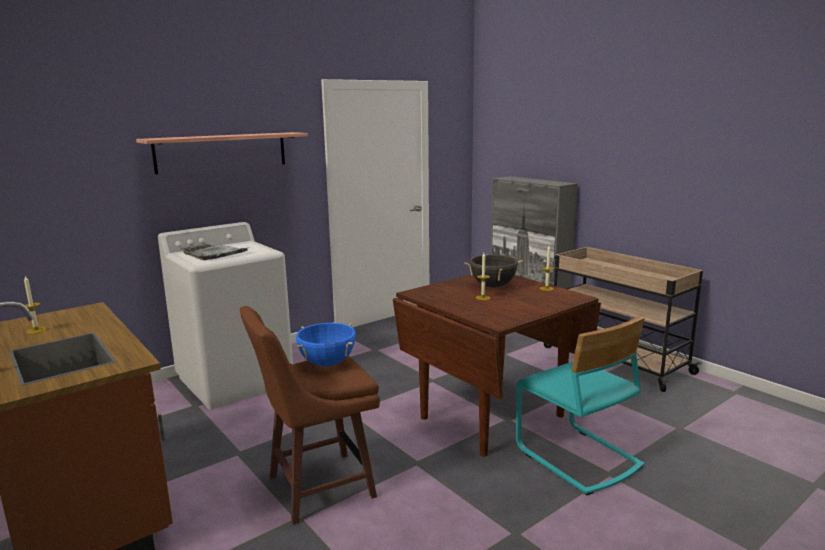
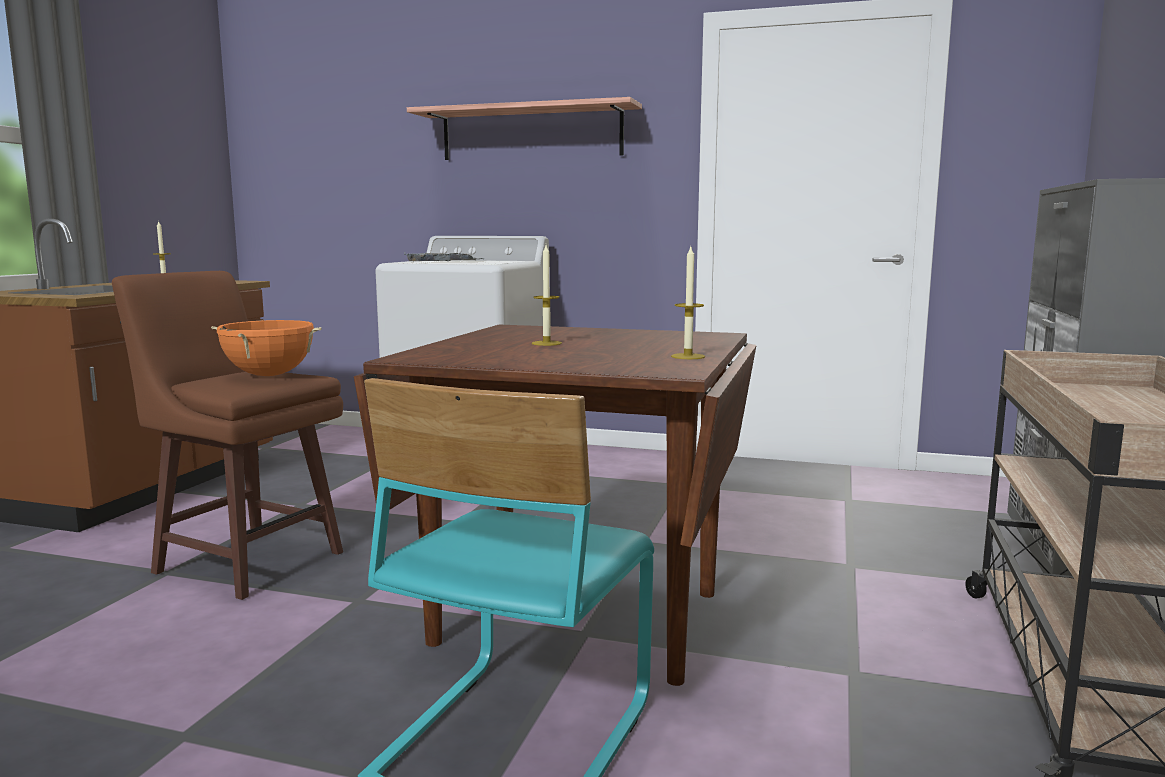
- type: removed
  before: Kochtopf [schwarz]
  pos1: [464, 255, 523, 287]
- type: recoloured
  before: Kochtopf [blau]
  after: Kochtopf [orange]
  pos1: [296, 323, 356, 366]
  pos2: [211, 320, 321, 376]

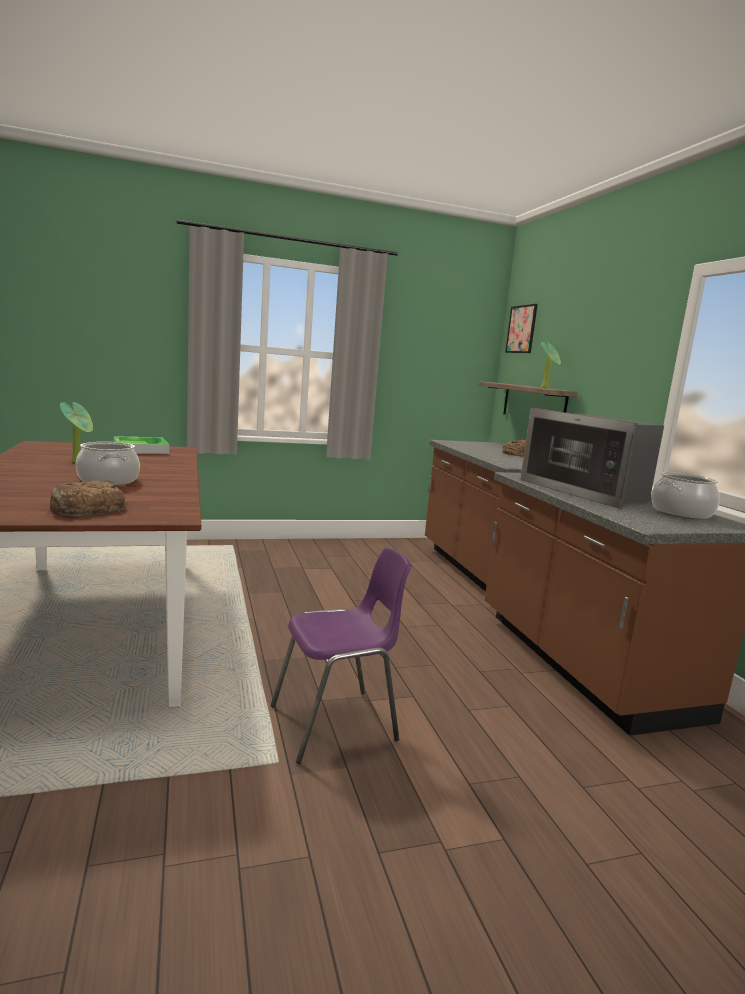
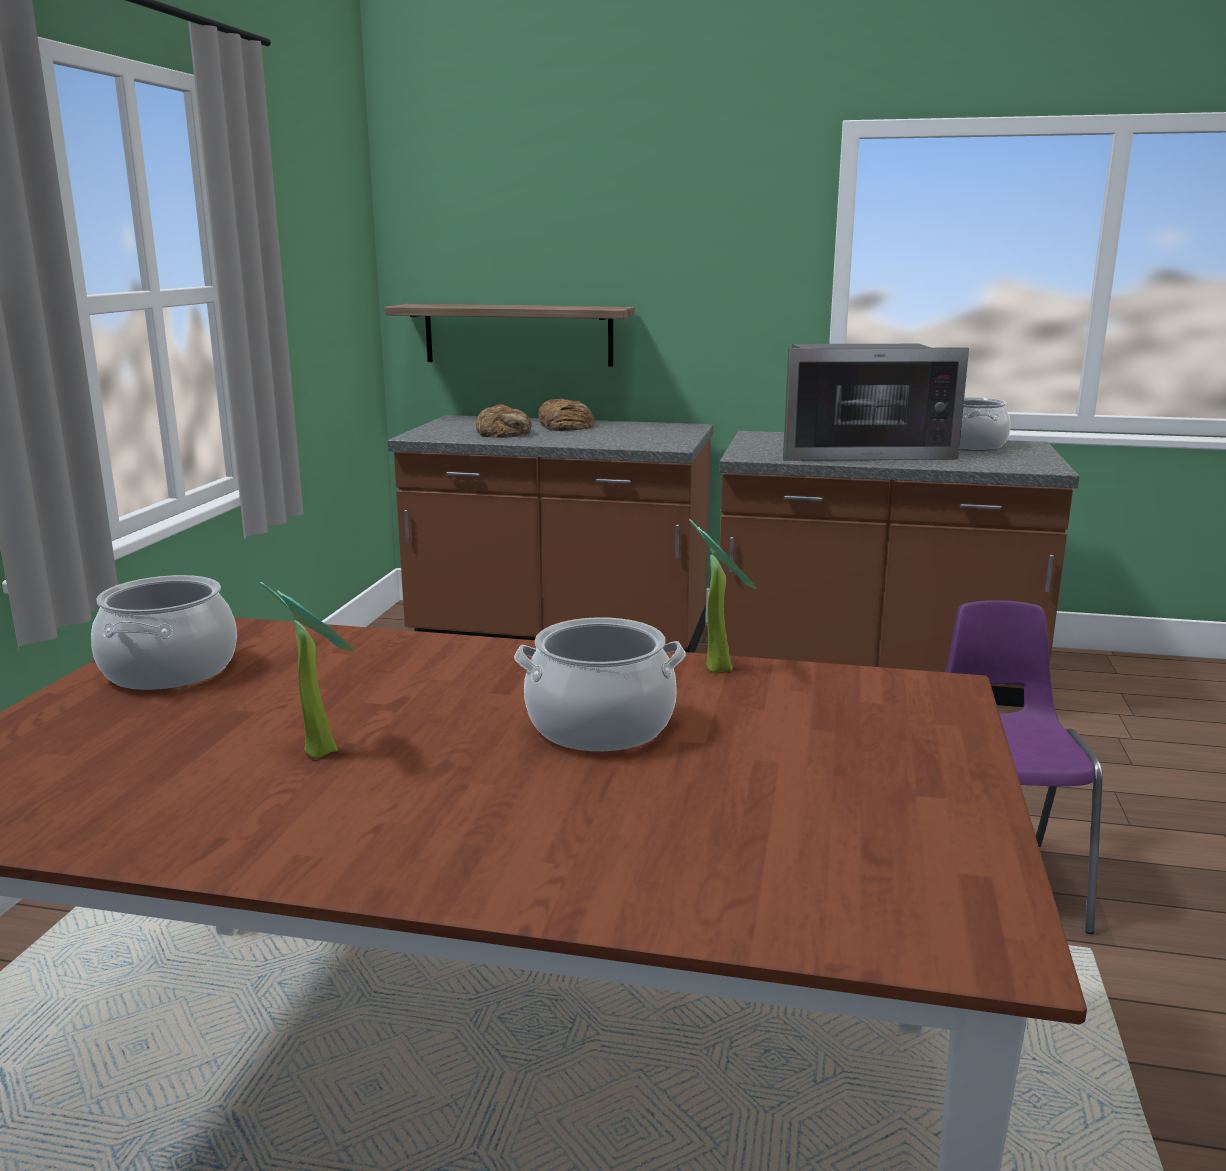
- type: removed
  before: Bild
  pos1: [505, 304, 538, 353]
- type: moved
  before: Topfpflanze
  pos1: [541, 342, 561, 389]
  pos2: [689, 519, 756, 673]
- type: replaced
  before: Tablett
  after: Kochtopf
  pos1: [114, 436, 169, 454]
  pos2: [91, 575, 237, 690]
- type: moved
  before: Brot
  pos1: [50, 480, 128, 516]
  pos2: [476, 404, 531, 438]

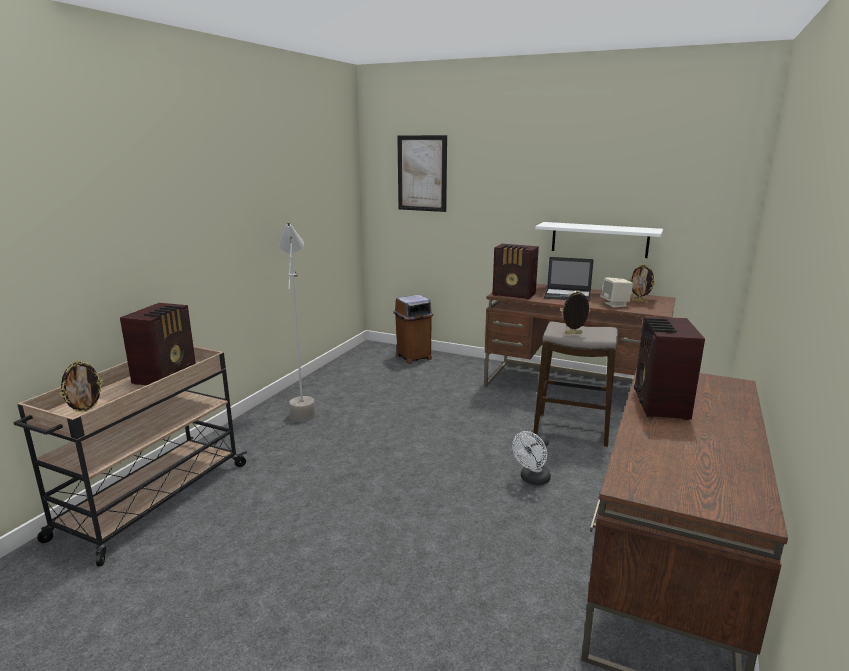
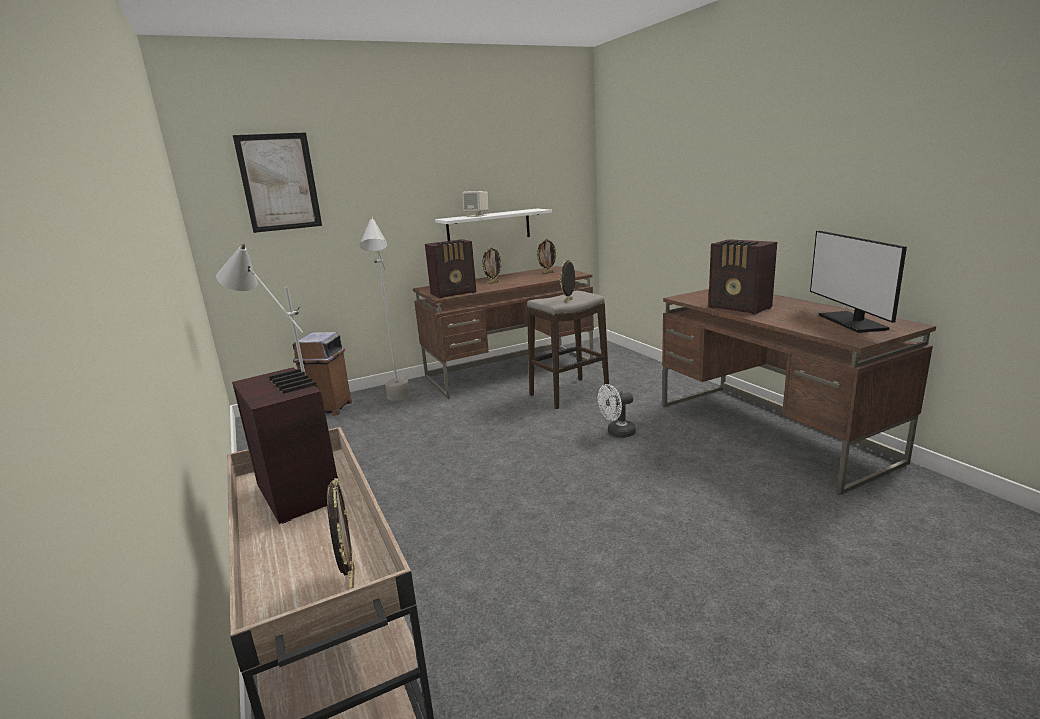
- type: replaced
  before: Laptop
  after: Bilderrahmen
  pos1: [544, 257, 594, 302]
  pos2: [482, 246, 503, 284]
- type: moved
  before: Lautsprecher [beige]
  pos1: [601, 278, 633, 308]
  pos2: [462, 191, 488, 217]
- type: turned
  before: Ventilator [weiß]
  pos1: [512, 431, 551, 485]
  pos2: [598, 384, 636, 438]
  turn: 75
- type: added
  after: Stehlampe [grau]
  pos2: [360, 216, 410, 401]
- type: added
  after: Monitor
  pos2: [810, 230, 907, 333]

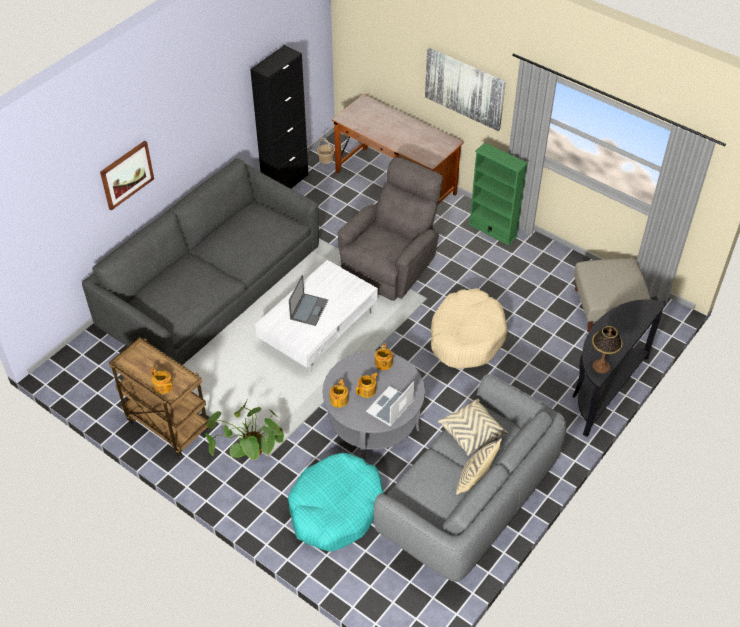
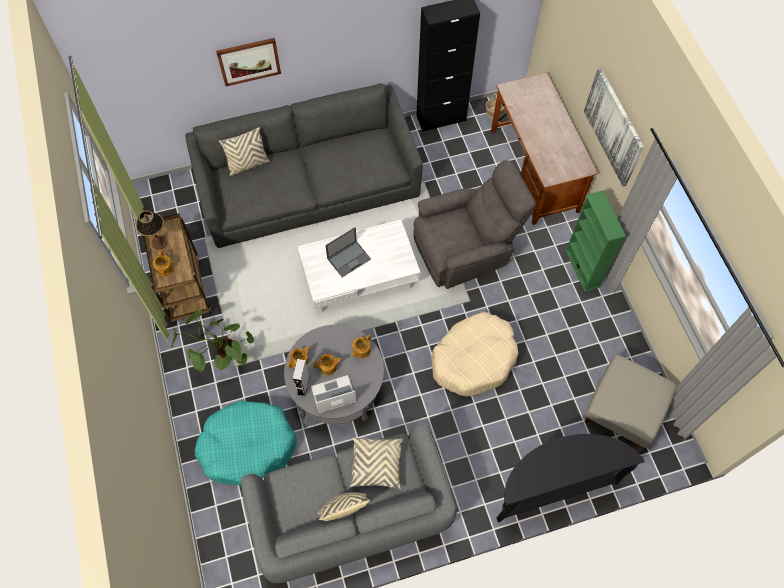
- type: moved
  before: Tischlampe
  pos1: [592, 326, 623, 373]
  pos2: [136, 210, 167, 250]
- type: added
  after: Kissen [beige]
  pos2: [219, 127, 270, 176]
- type: added
  after: Lautsprecher [grau]
  pos2: [293, 359, 310, 396]

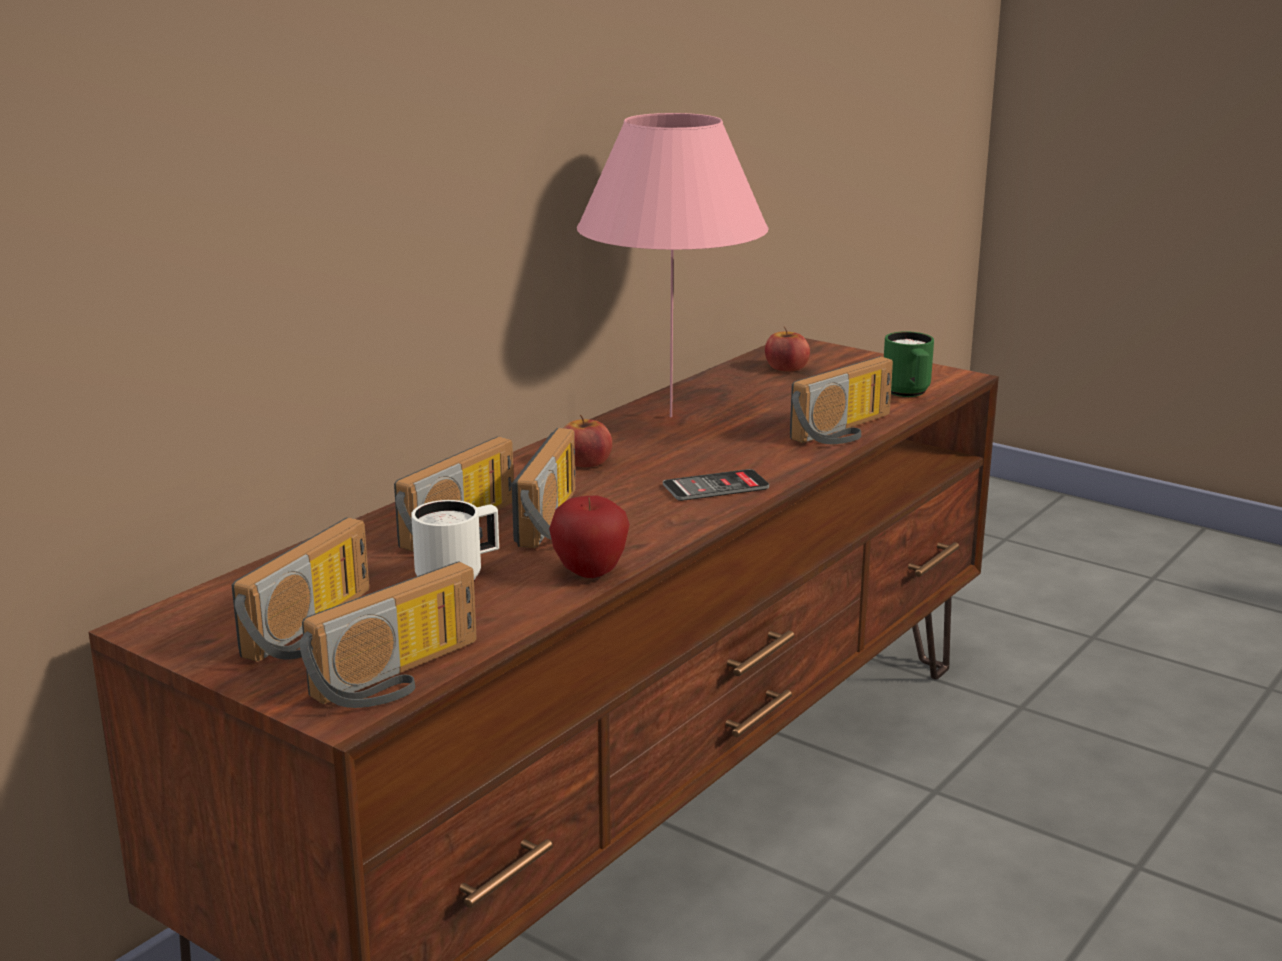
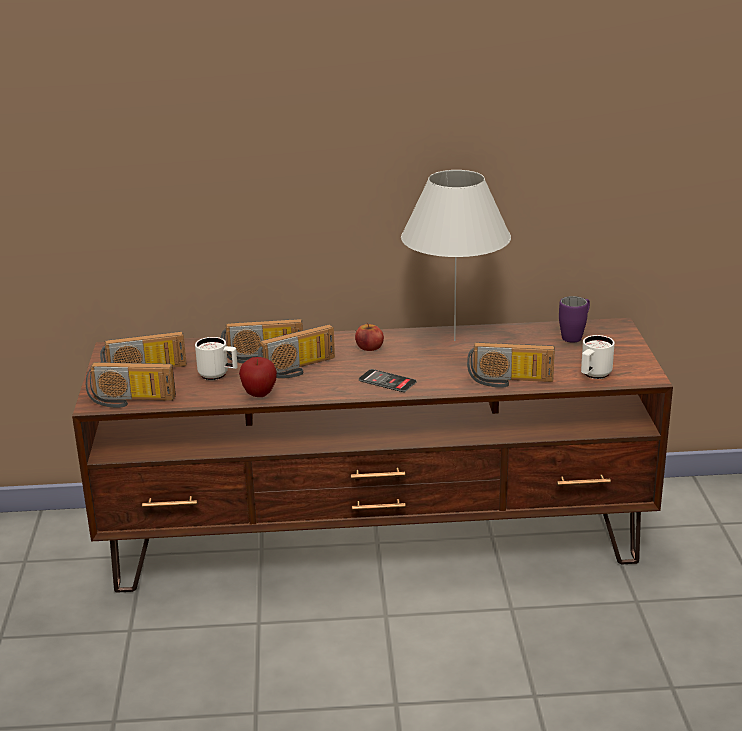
- type: recoloured
  before: Tischlampe [rosa]
  after: Tischlampe [weiß]
  pos1: [577, 113, 769, 417]
  pos2: [401, 170, 511, 341]
- type: replaced
  before: Apfel
  after: Henkelbecher [lila]
  pos1: [765, 326, 810, 371]
  pos2: [559, 296, 590, 343]
- type: recoloured
  before: Henkelbecher [grün]
  after: Henkelbecher [weiß]
  pos1: [884, 331, 934, 397]
  pos2: [581, 335, 615, 379]

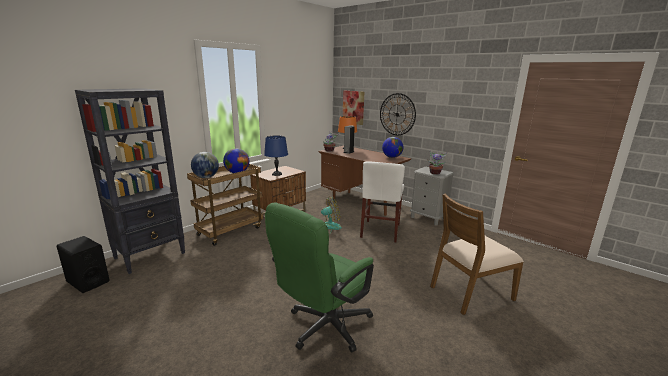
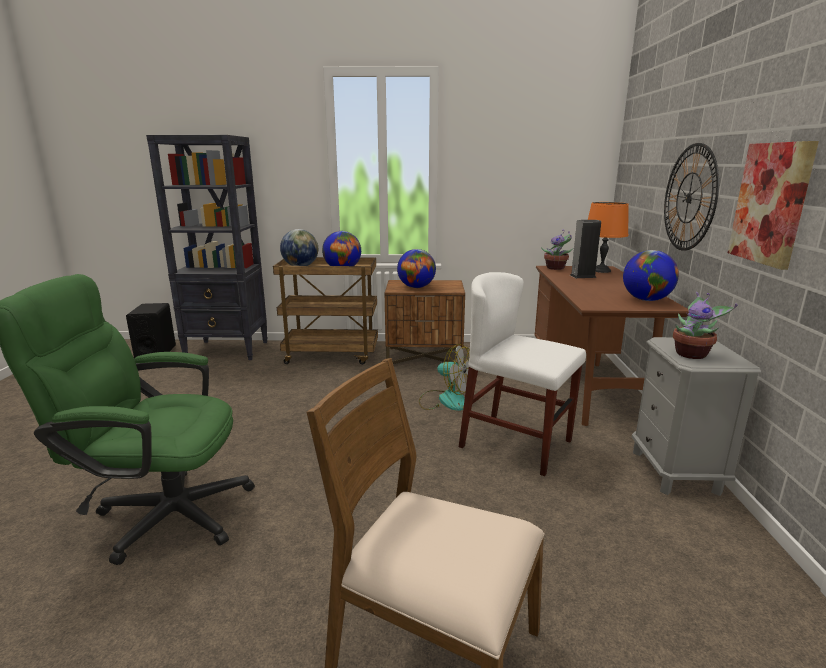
- type: moved
  before: Bild
  pos1: [343, 91, 364, 125]
  pos2: [728, 141, 819, 270]
- type: replaced
  before: Tischlampe [blau]
  after: Globus
  pos1: [264, 135, 288, 176]
  pos2: [397, 249, 436, 288]
- type: turned
  before: Stuhl [weiß]
  pos1: [360, 162, 405, 242]
  pos2: [459, 272, 586, 476]
  turn: 60

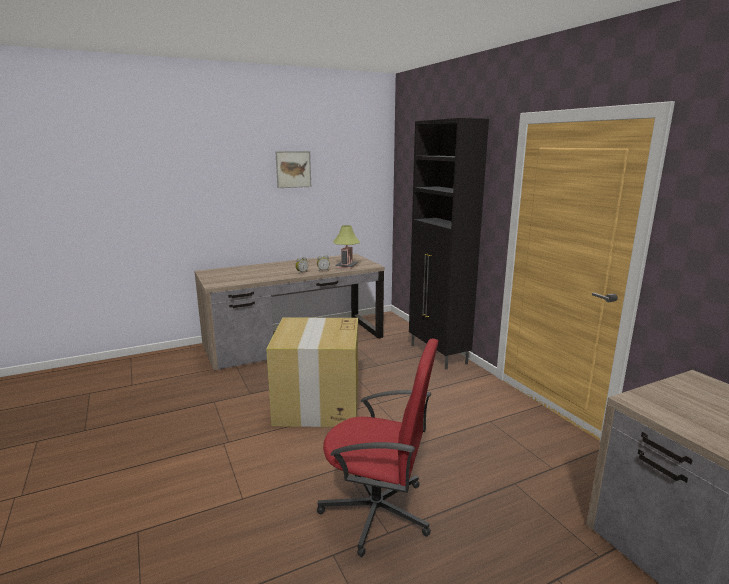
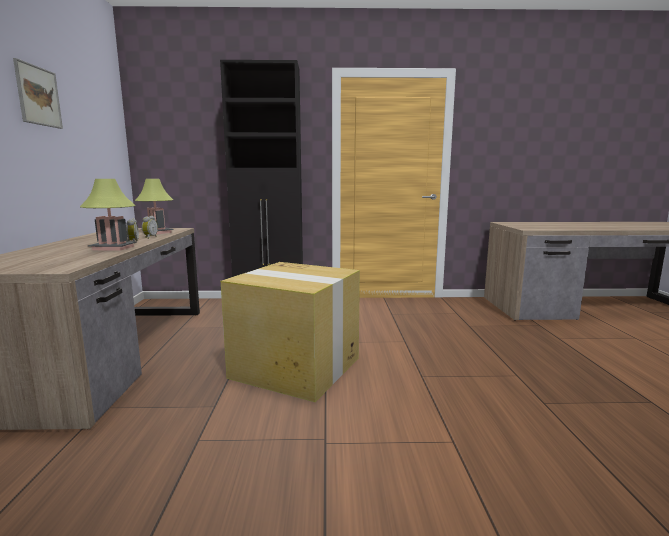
- type: removed
  before: Bürostuhl [rot]
  pos1: [317, 339, 438, 557]
- type: added
  after: Tischlampe
  pos2: [80, 179, 137, 251]

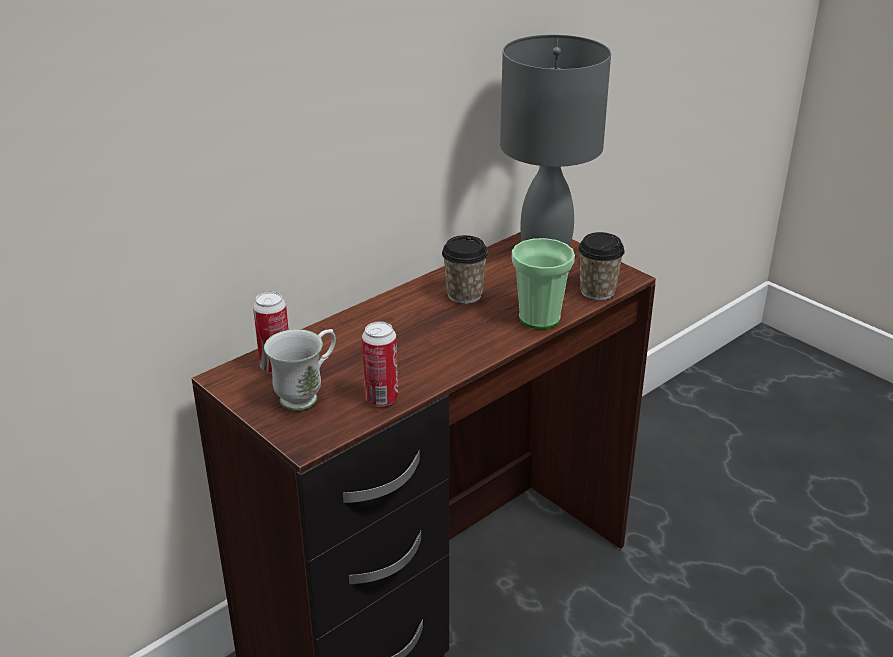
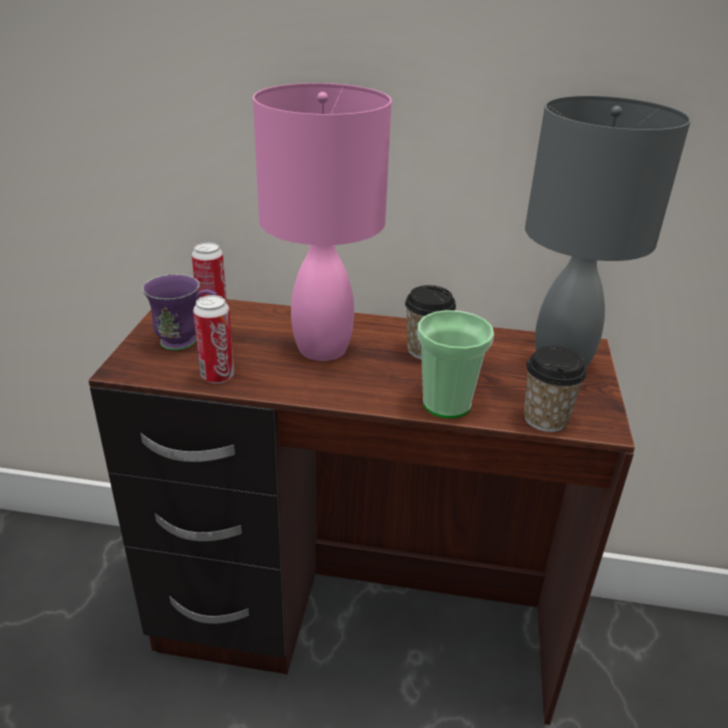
- type: recoloured
  before: Henkelbecher [weiß]
  after: Henkelbecher [lila]
  pos1: [264, 329, 336, 411]
  pos2: [142, 274, 217, 350]
- type: added
  after: Tischlampe [rosa]
  pos2: [253, 83, 392, 361]

